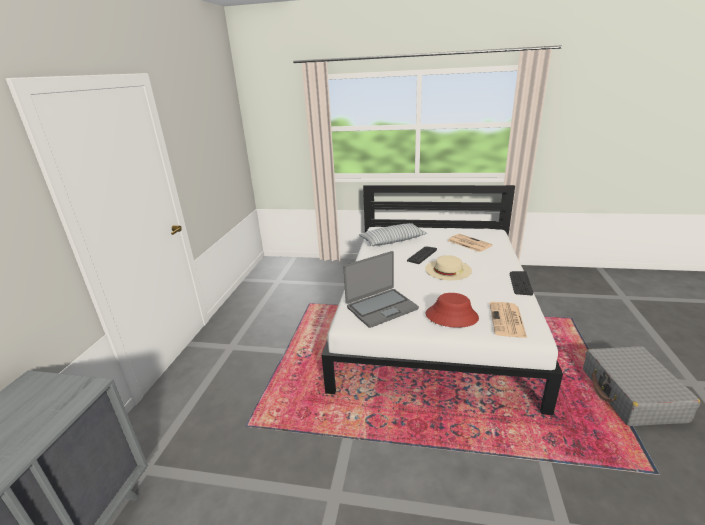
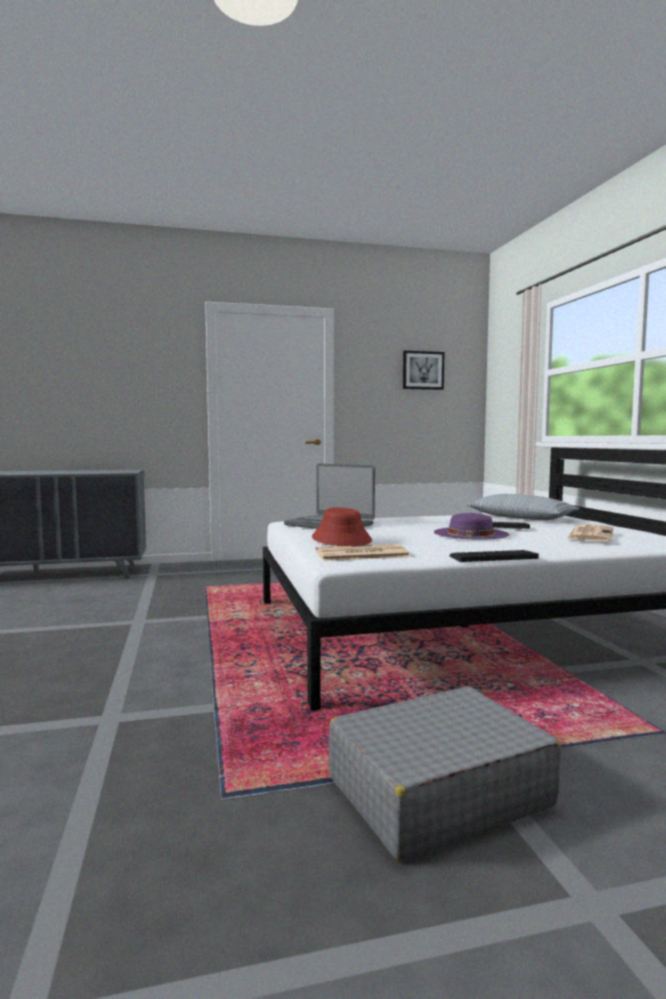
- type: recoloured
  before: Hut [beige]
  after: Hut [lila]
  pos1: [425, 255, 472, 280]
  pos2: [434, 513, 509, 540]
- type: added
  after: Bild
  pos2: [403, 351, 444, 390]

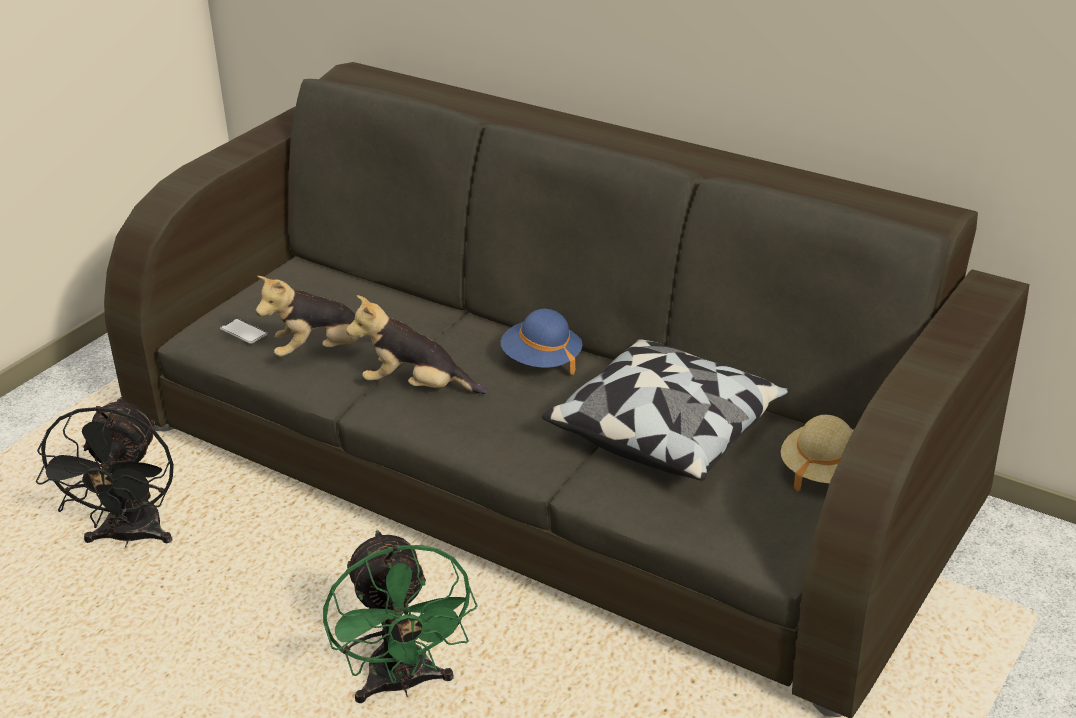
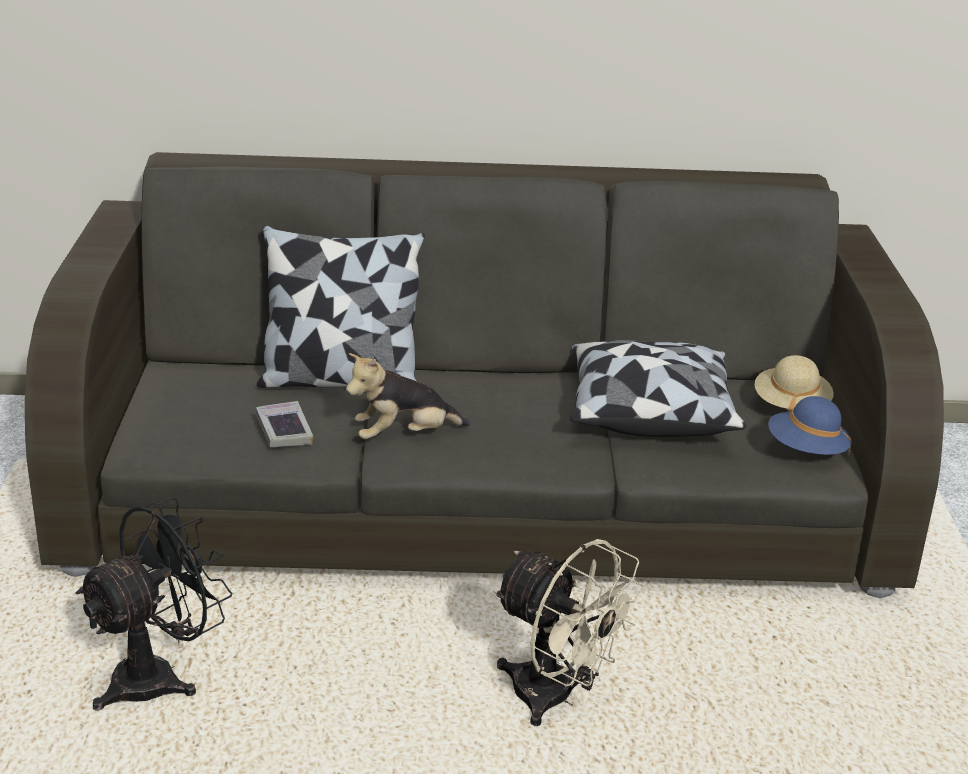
- type: replaced
  before: Plüschtier
  after: Buch
  pos1: [256, 276, 371, 357]
  pos2: [256, 401, 313, 447]
- type: moved
  before: Hut [blau]
  pos1: [501, 309, 583, 375]
  pos2: [768, 396, 851, 455]
- type: removed
  before: Handy
  pos1: [220, 318, 268, 344]
- type: turned
  before: Ventilator [schwarz]
  pos1: [36, 397, 174, 547]
  pos2: [75, 497, 233, 711]
  turn: -105
- type: recoloured
  before: Ventilator [grün]
  after: Ventilator [beige]
  pos1: [323, 530, 478, 703]
  pos2: [493, 539, 644, 726]
- type: added
  after: Kissen
  pos2: [257, 225, 425, 388]

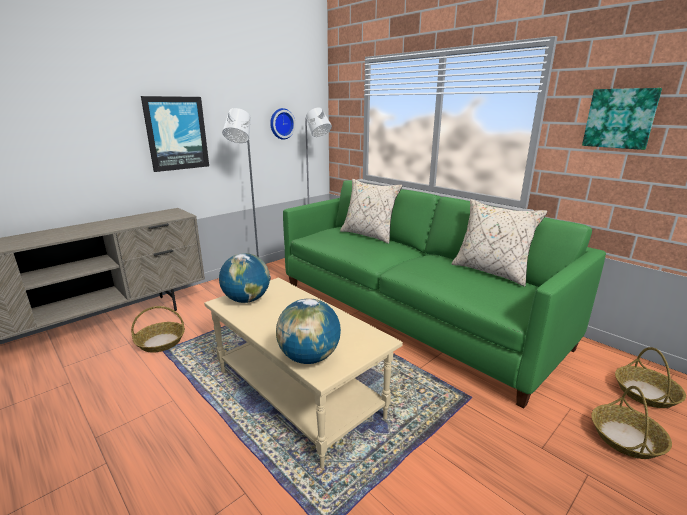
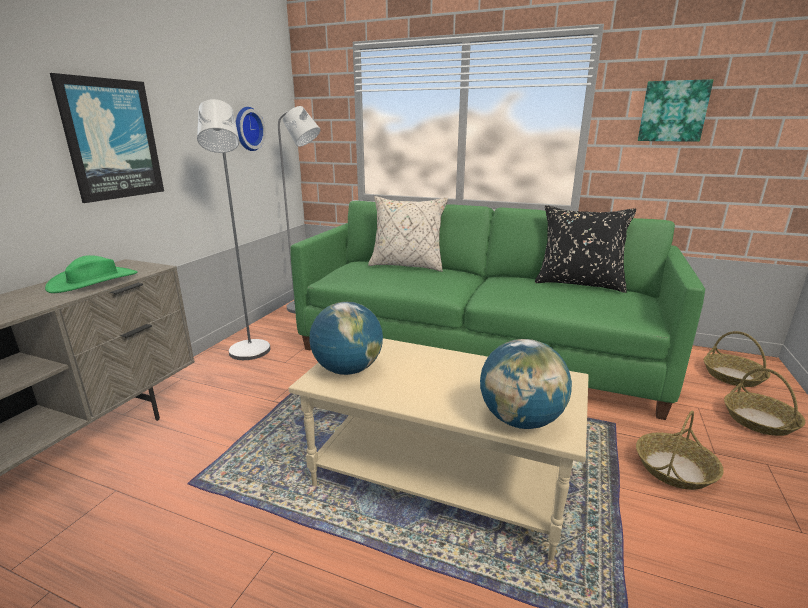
- type: recoloured
  before: Kissen [beige]
  after: Kissen [schwarz]
  pos1: [452, 199, 547, 287]
  pos2: [535, 205, 636, 293]
- type: moved
  before: Korb
  pos1: [131, 306, 185, 353]
  pos2: [636, 411, 724, 490]
- type: added
  after: Hut [grün]
  pos2: [45, 255, 137, 293]

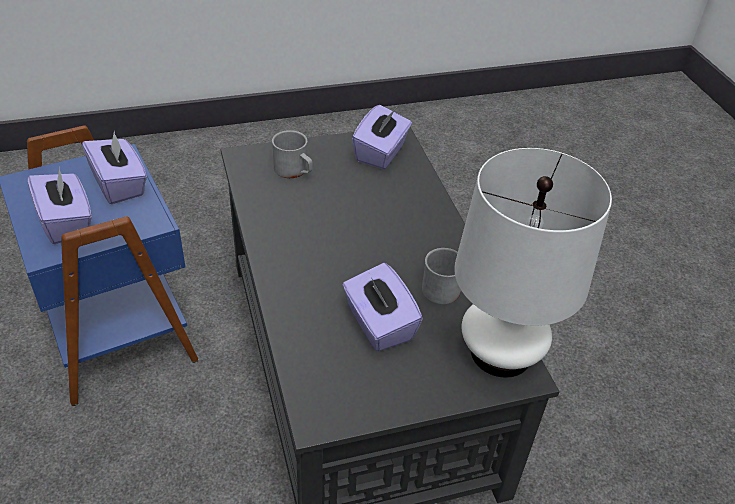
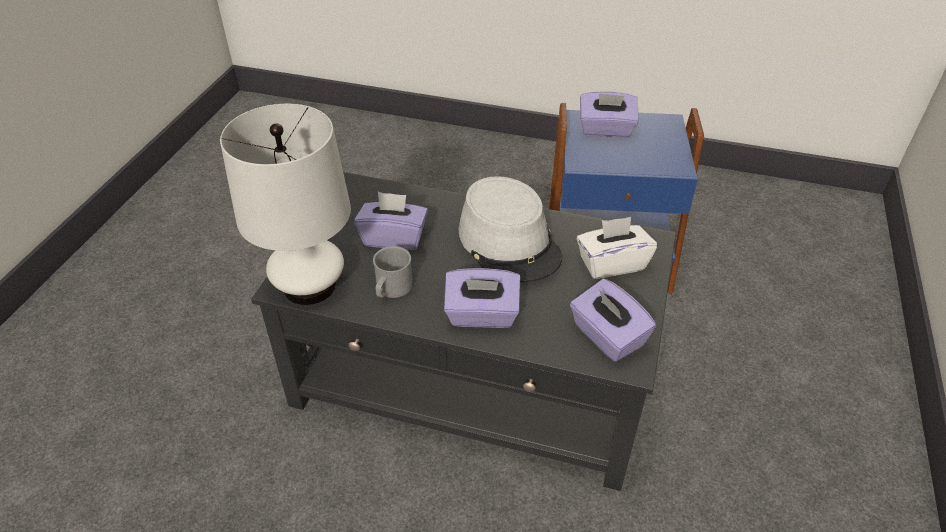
- type: replaced
  before: Henkelbecher [grau]
  after: Taschentuchbox [weiß]
  pos1: [272, 130, 313, 178]
  pos2: [577, 217, 657, 279]
- type: moved
  before: Taschentuchbox [lila]
  pos1: [82, 132, 147, 204]
  pos2: [444, 268, 520, 328]
- type: added
  after: Hut [grau]
  pos2: [459, 176, 562, 282]

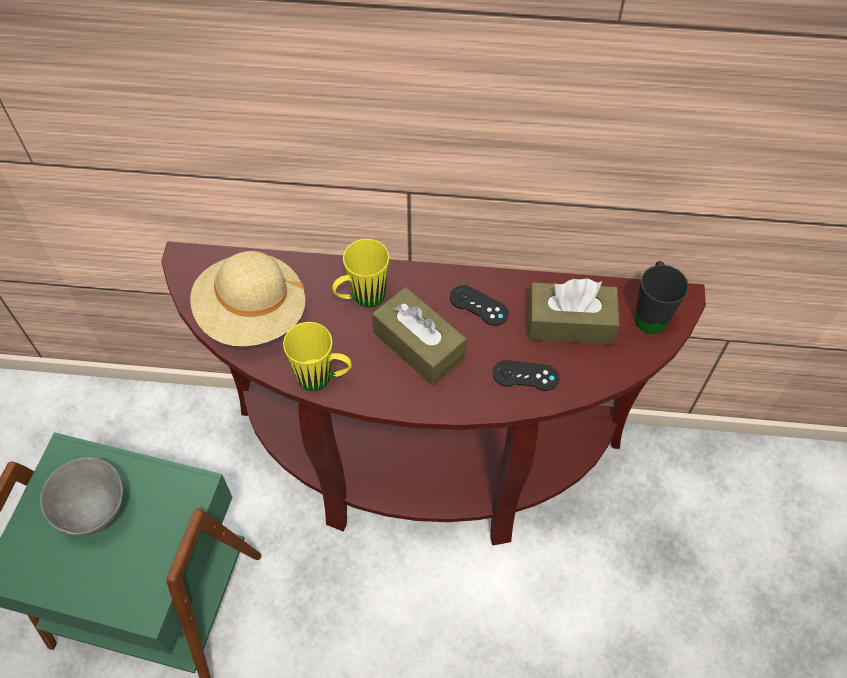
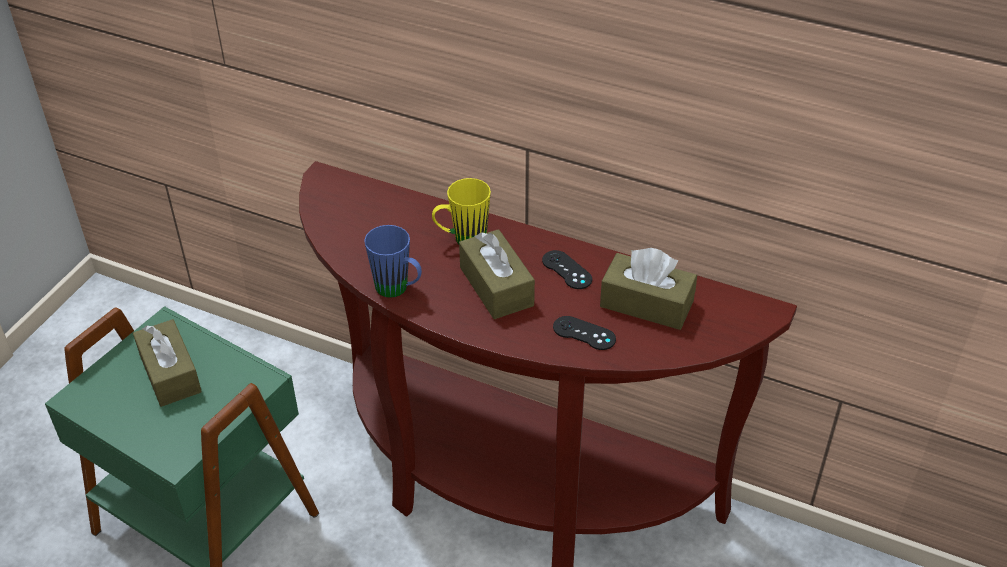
- type: removed
  before: Hut [beige]
  pos1: [190, 251, 307, 346]
- type: removed
  before: Henkelbecher [schwarz]
  pos1: [635, 261, 689, 334]
- type: recoloured
  before: Henkelbecher [gelb]
  after: Henkelbecher [blau]
  pos1: [283, 322, 352, 391]
  pos2: [364, 225, 422, 298]
- type: replaced
  before: Schüssel [grau]
  after: Taschentuchbox [braun]
  pos1: [40, 457, 123, 536]
  pos2: [133, 319, 202, 407]

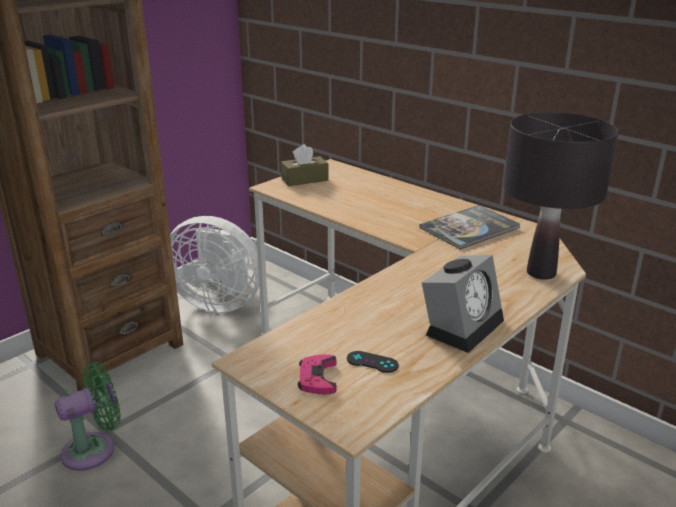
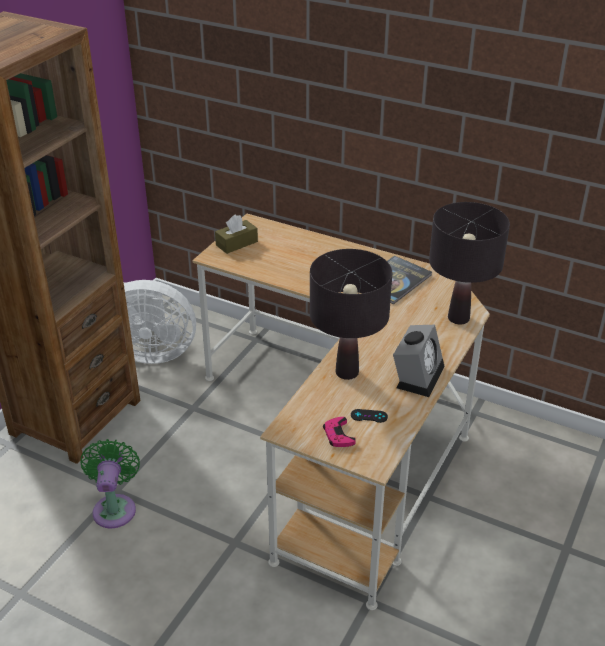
- type: turned
  before: Ventilator [grün]
  pos1: [55, 362, 121, 471]
  pos2: [80, 439, 140, 528]
  turn: -45
- type: added
  after: Tischlampe [schwarz]
  pos2: [310, 249, 392, 380]

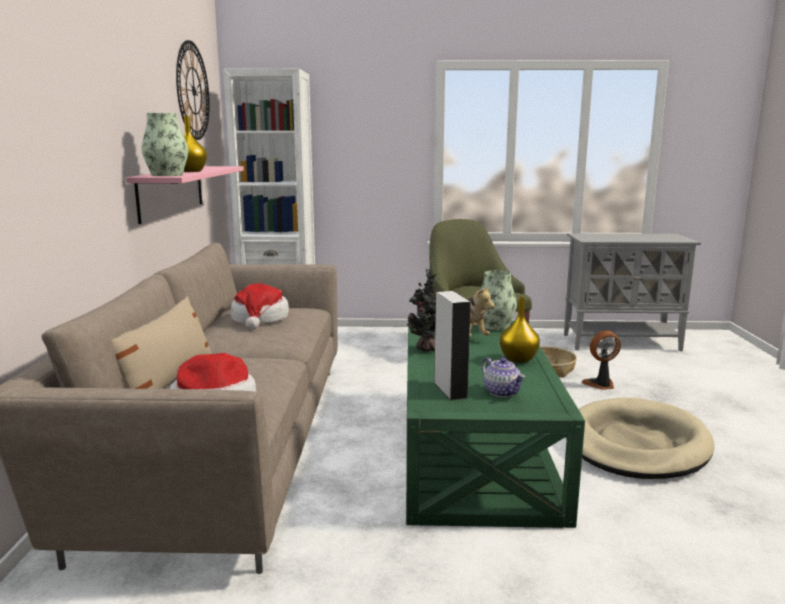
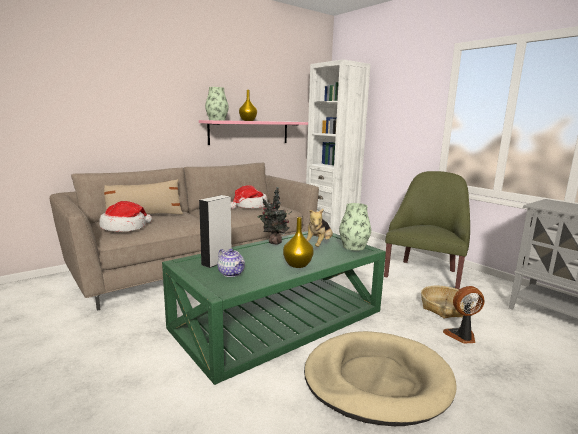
- type: removed
  before: Wanduhr
  pos1: [176, 40, 210, 140]
- type: turned
  before: Ventilator
  pos1: [582, 330, 621, 390]
  pos2: [443, 286, 484, 344]
  turn: -45
- type: turned
  before: Teekanne
  pos1: [482, 358, 525, 397]
  pos2: [218, 249, 245, 277]
  turn: -60

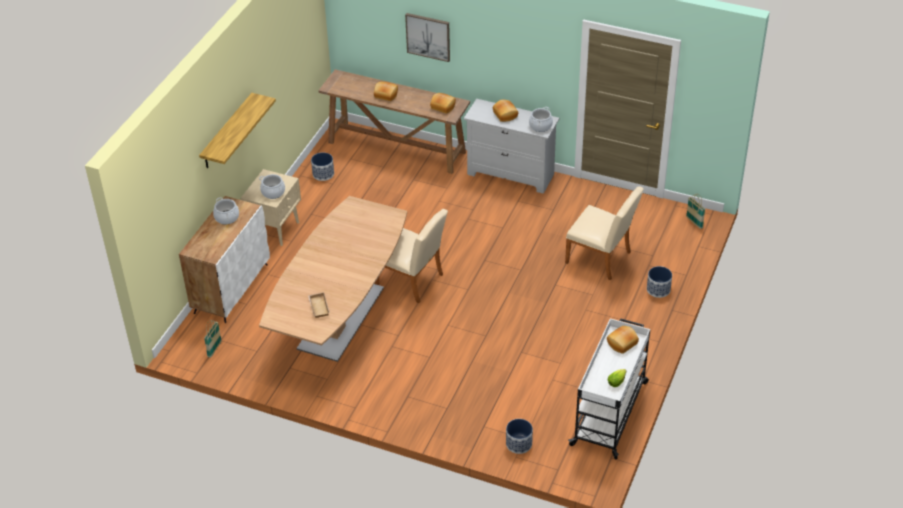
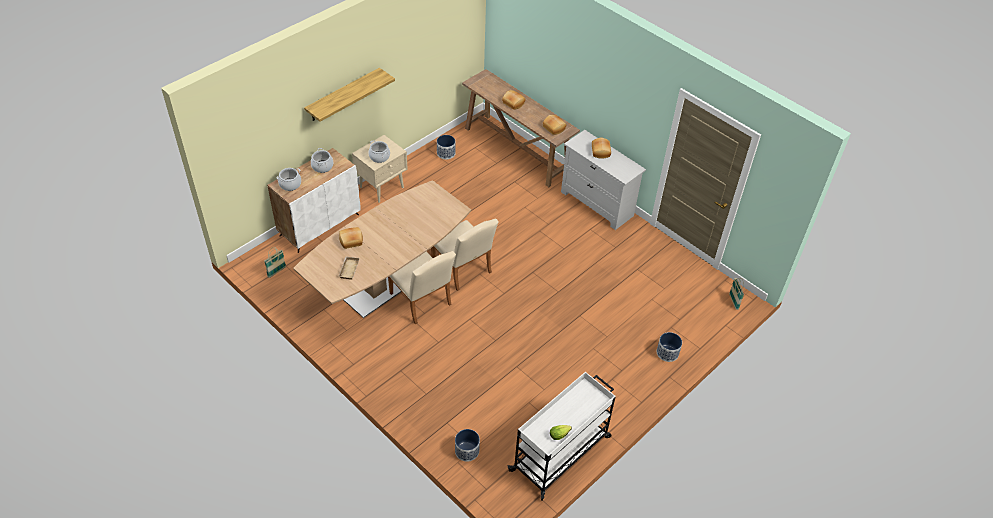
- type: removed
  before: Bild
  pos1: [405, 13, 450, 62]
- type: moved
  before: Kochtopf
  pos1: [529, 107, 553, 132]
  pos2: [277, 168, 301, 191]
- type: moved
  before: Stuhl [beige]
  pos1: [565, 186, 644, 280]
  pos2: [388, 251, 456, 324]
- type: moved
  before: Brot
  pos1: [607, 326, 639, 354]
  pos2: [339, 227, 363, 249]

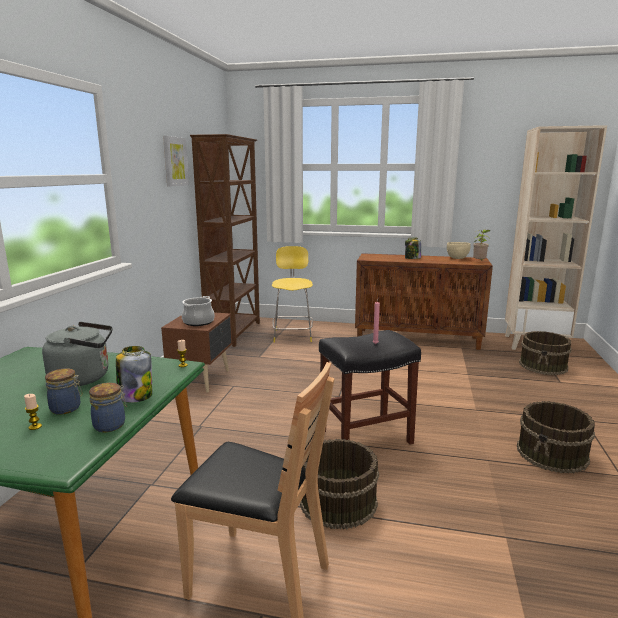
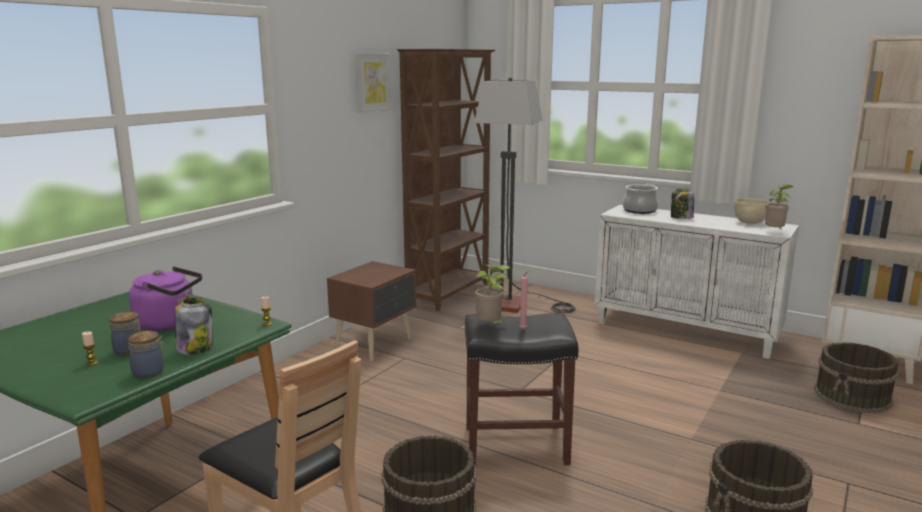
- type: replaced
  before: Stuhl [gelb]
  after: Stehlampe
  pos1: [272, 246, 313, 342]
  pos2: [474, 78, 576, 313]
- type: recoloured
  before: Schrank [braun]
  after: Schrank [weiß]
  pos1: [355, 253, 493, 350]
  pos2: [595, 205, 799, 359]
- type: moved
  before: Kochtopf
  pos1: [182, 296, 215, 326]
  pos2: [623, 184, 658, 214]
- type: recoloured
  before: Wasserkessel [grau]
  after: Wasserkessel [lila]
  pos1: [42, 322, 113, 386]
  pos2: [129, 266, 202, 331]
- type: added
  after: Topfpflanze
  pos2: [475, 265, 510, 324]

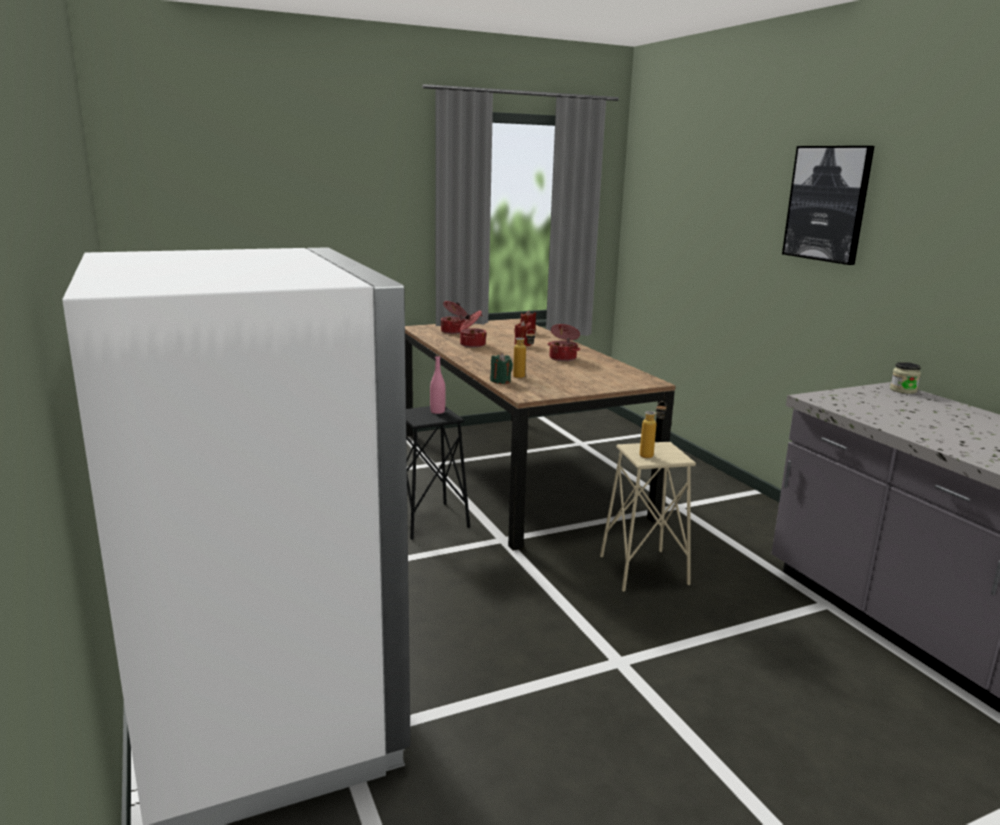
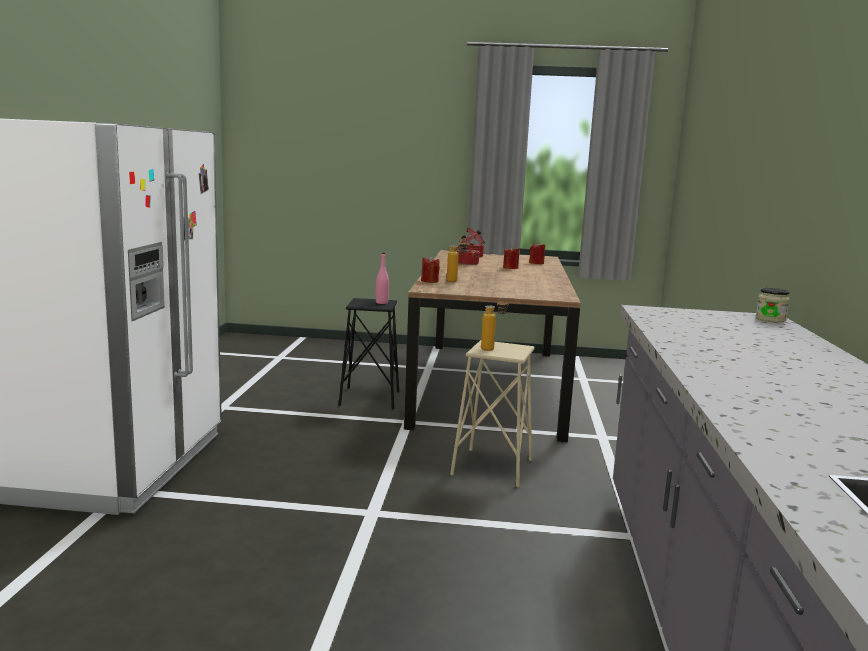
- type: removed
  before: Bild
  pos1: [782, 146, 874, 265]
- type: removed
  before: Kochtopf
  pos1: [548, 324, 580, 361]
- type: recoloured
  before: Kerze [grün]
  after: Kerze [rot]
  pos1: [490, 353, 513, 384]
  pos2: [421, 255, 440, 283]

